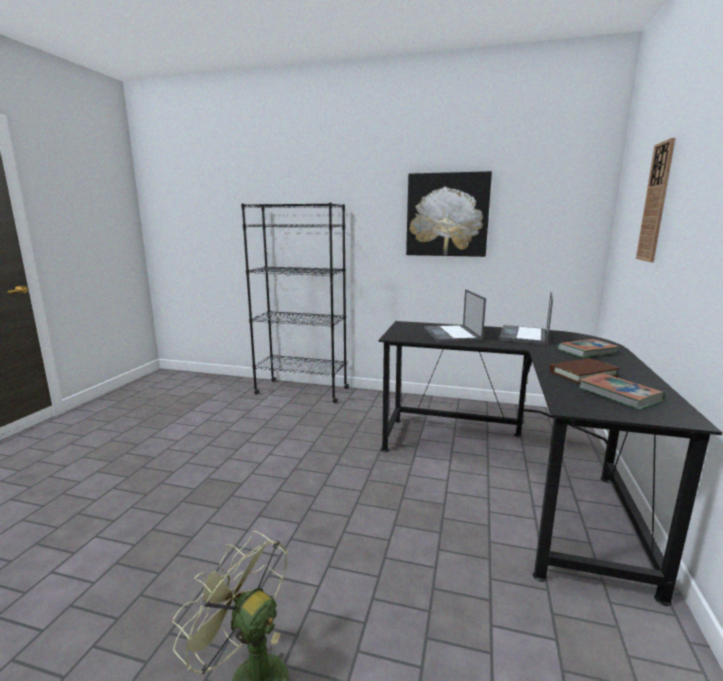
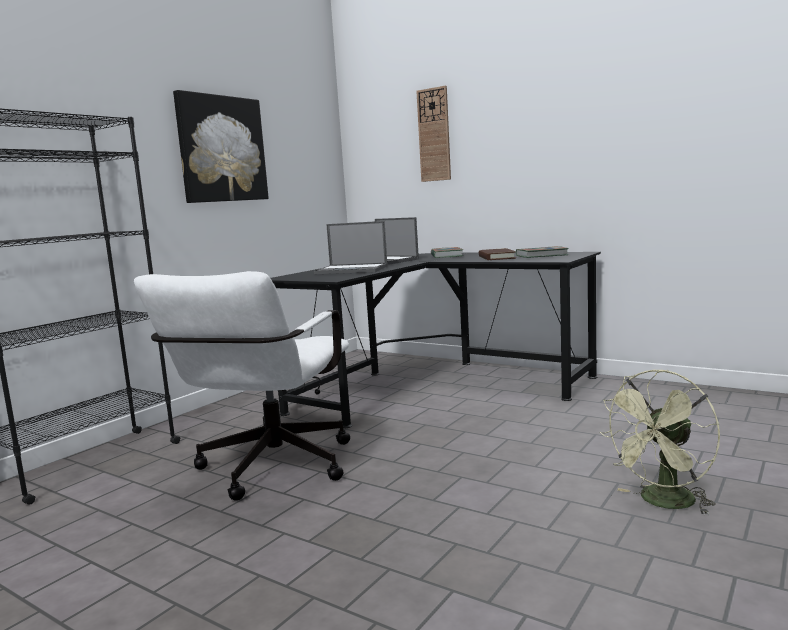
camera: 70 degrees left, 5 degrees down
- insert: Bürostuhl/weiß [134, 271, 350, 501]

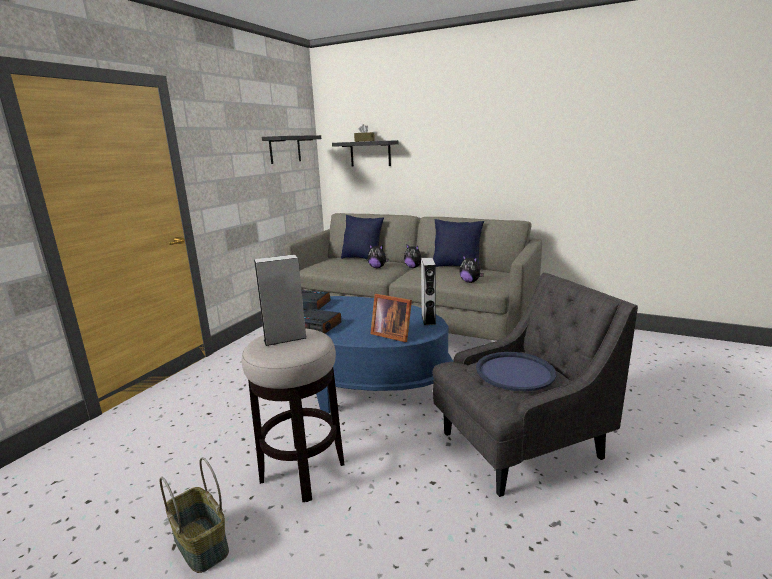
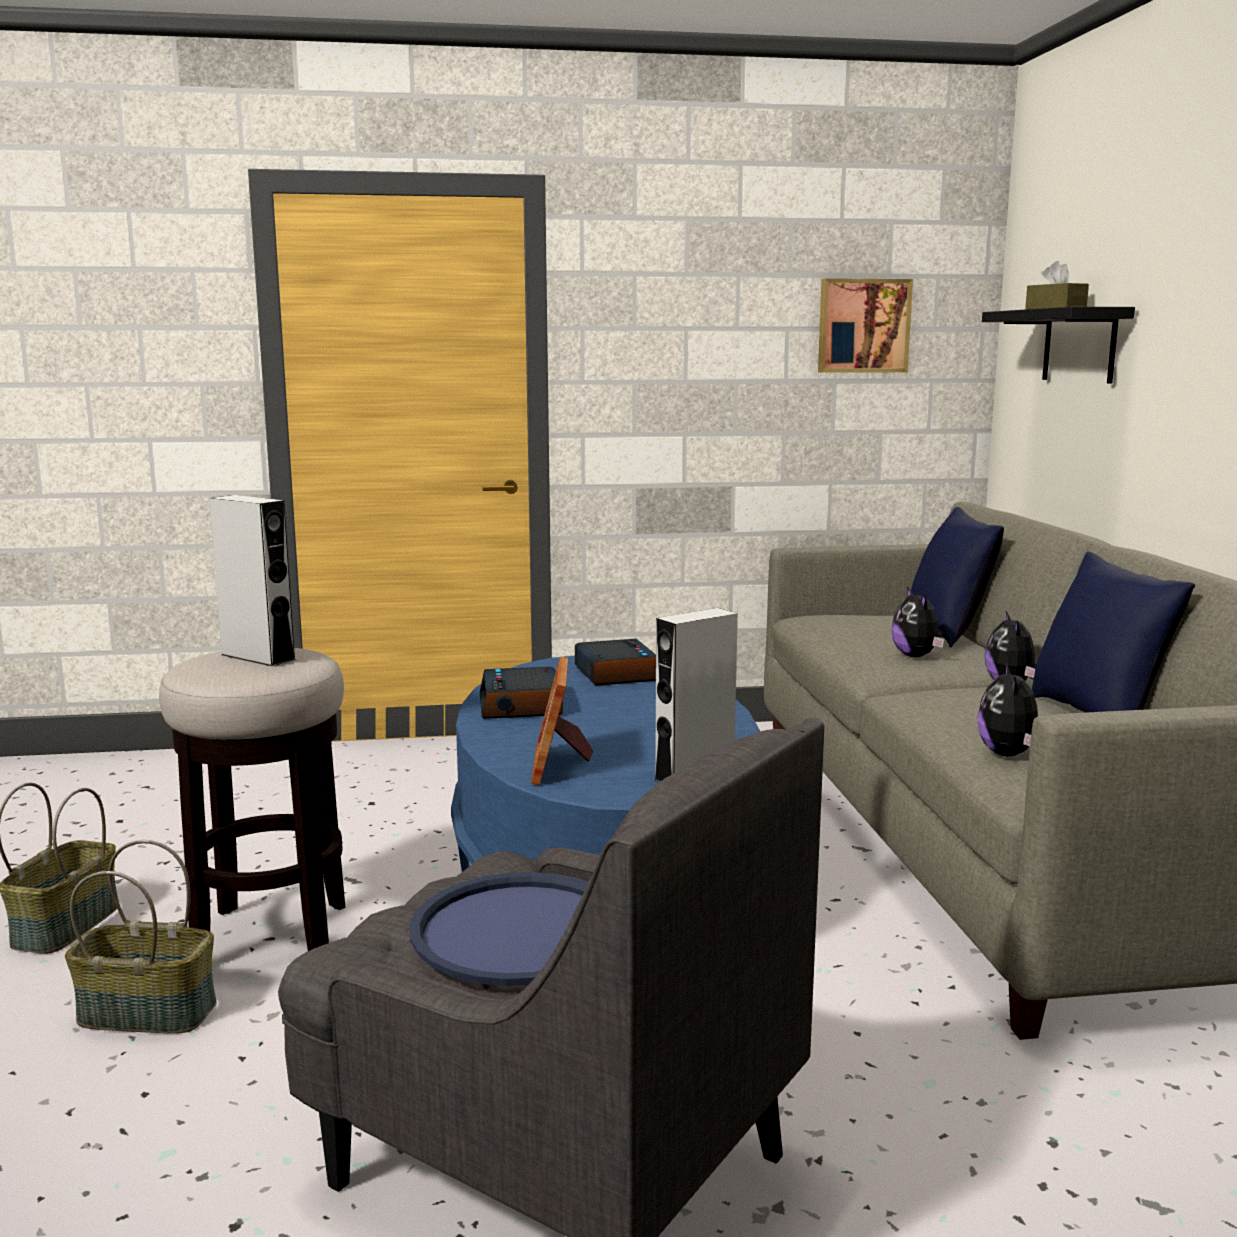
camera: 55 degrees right, 5 degrees down
- insert: Korb [65, 840, 217, 1033]
- replace: Wandregal/schwarz [262, 135, 321, 164] to Bild [818, 278, 913, 373]

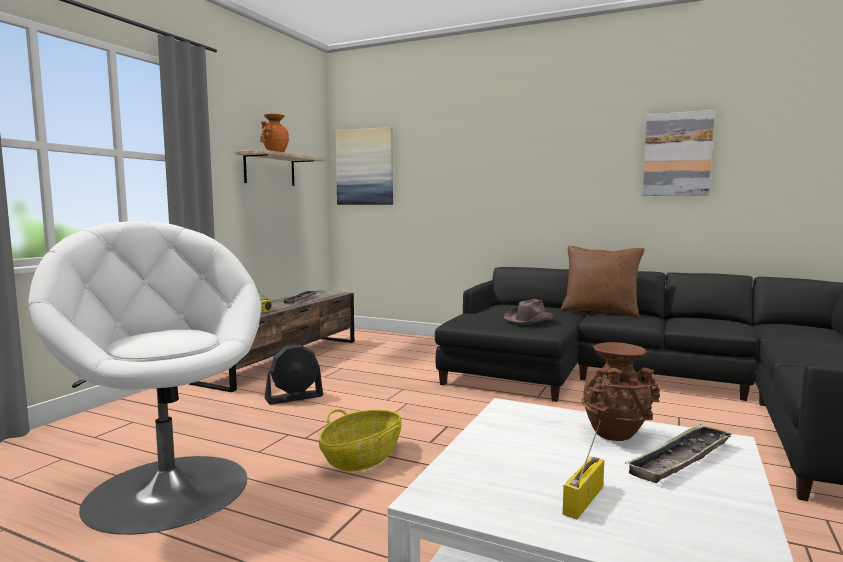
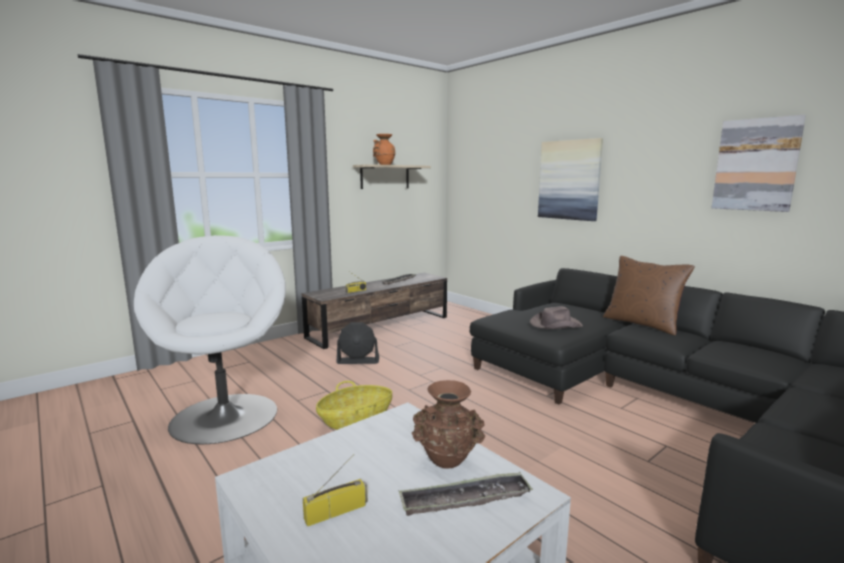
camera: 25 degrees right, 5 degrees up
- move: Bild [336, 127, 393, 205] to [538, 138, 603, 221]

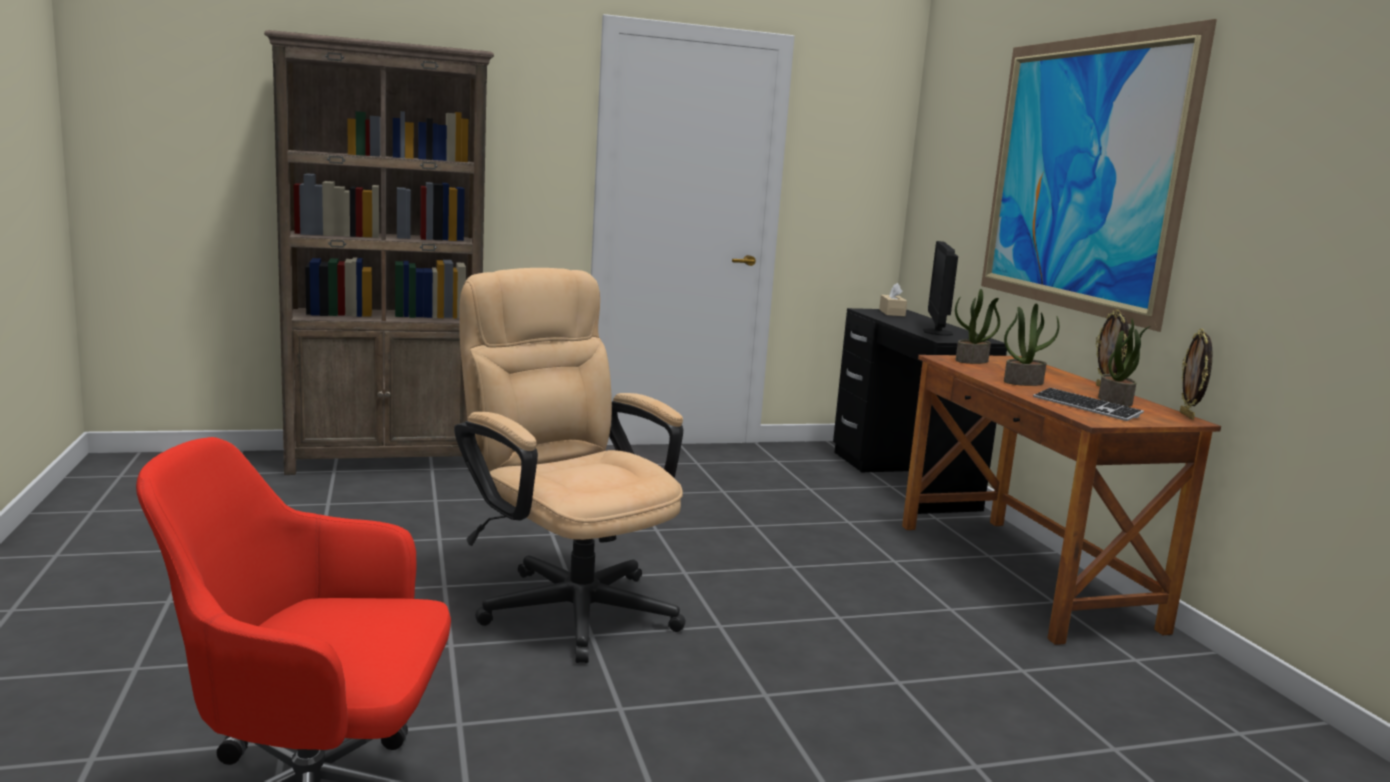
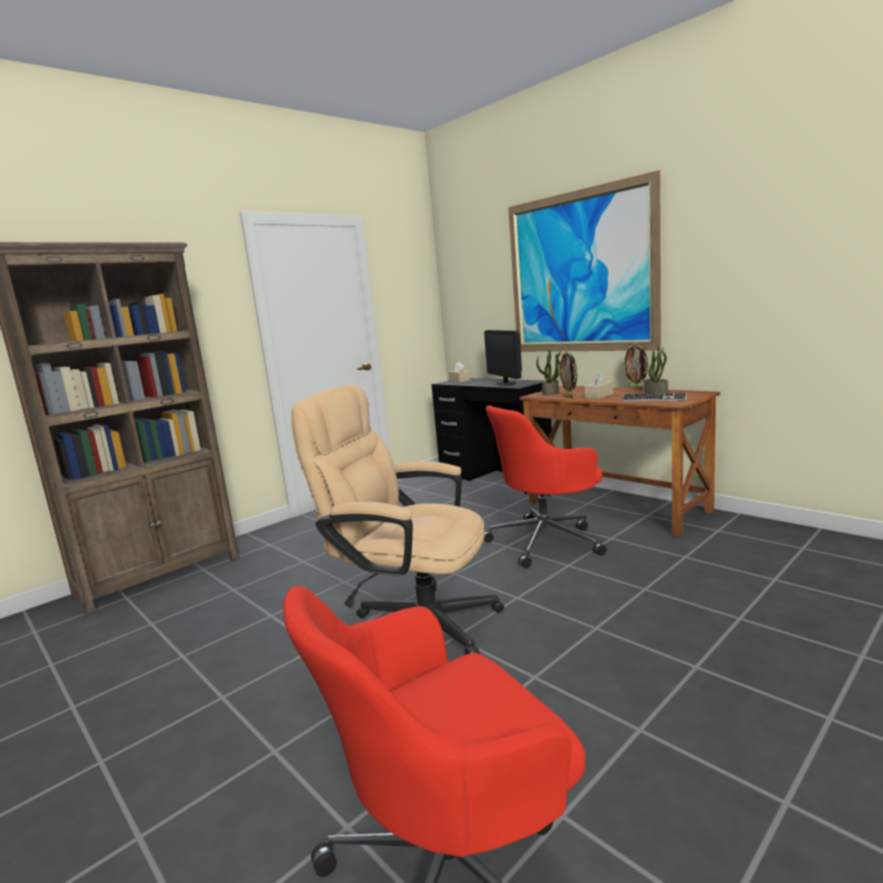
camera: 25 degrees left, 0 degrees up
- insert: Bürostuhl/rot [484, 405, 606, 568]
- move: Bilderrahmen [1180, 328, 1213, 420] to [558, 351, 577, 398]
- replace: Topfpflanze [1004, 303, 1059, 386] to Taschentuchbox/beige [585, 371, 613, 399]

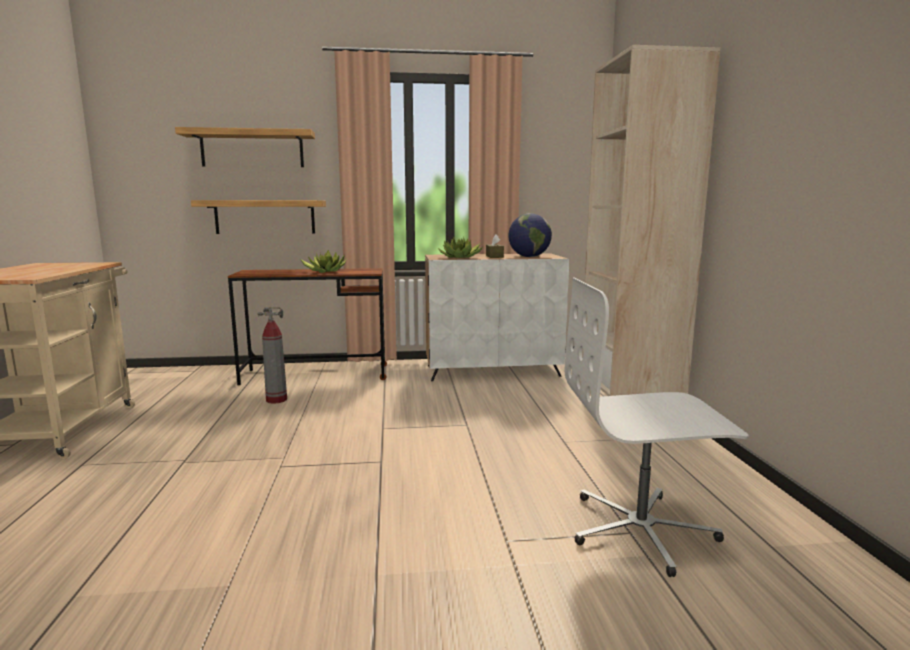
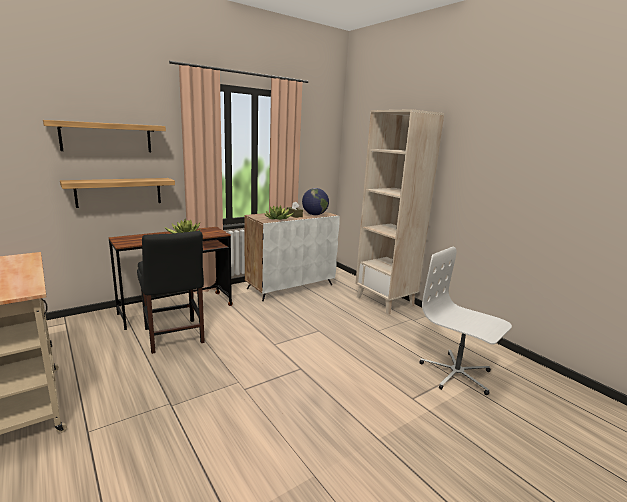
camera: 30 degrees left, 5 degrees up
- replace: Feuerlöscher [258, 307, 287, 404] to Stuhl/schwarz [137, 231, 205, 354]
- rotate: Bürostuhl/weiß [565, 278, 749, 577] = [419, 246, 512, 395] 75 degrees clockwise

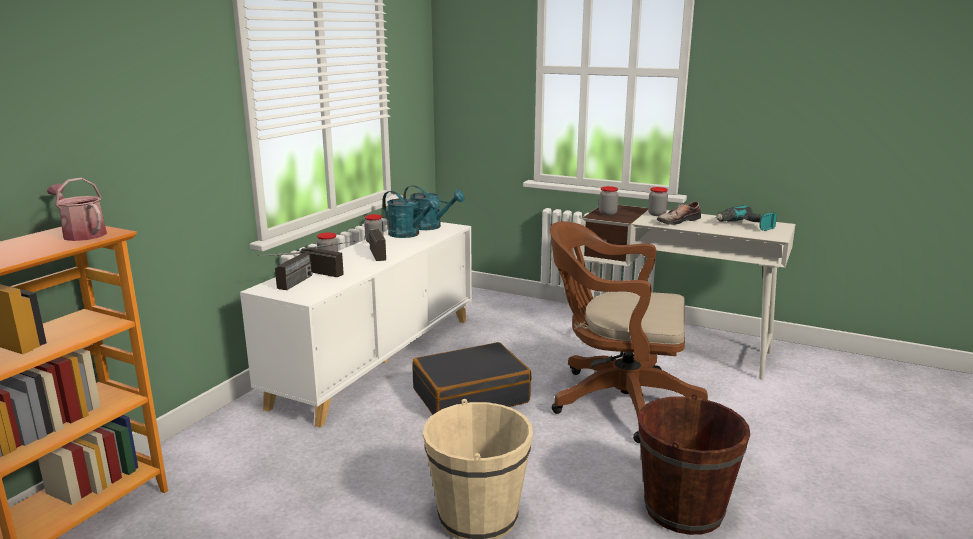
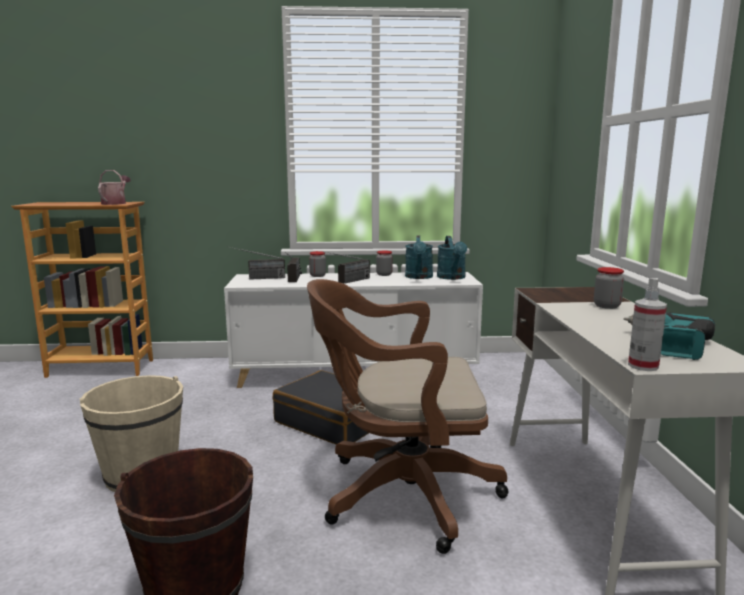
camera: 60 degrees right, 5 degrees down
- rotate: Bürostuhl/braun [550, 221, 708, 443] = [307, 279, 509, 554] 75 degrees counterclockwise
- insert: Sprühflasche [628, 278, 667, 371]
- delete: Vorratsglas [599, 186, 618, 215]
- delete: Schuh [657, 201, 701, 225]

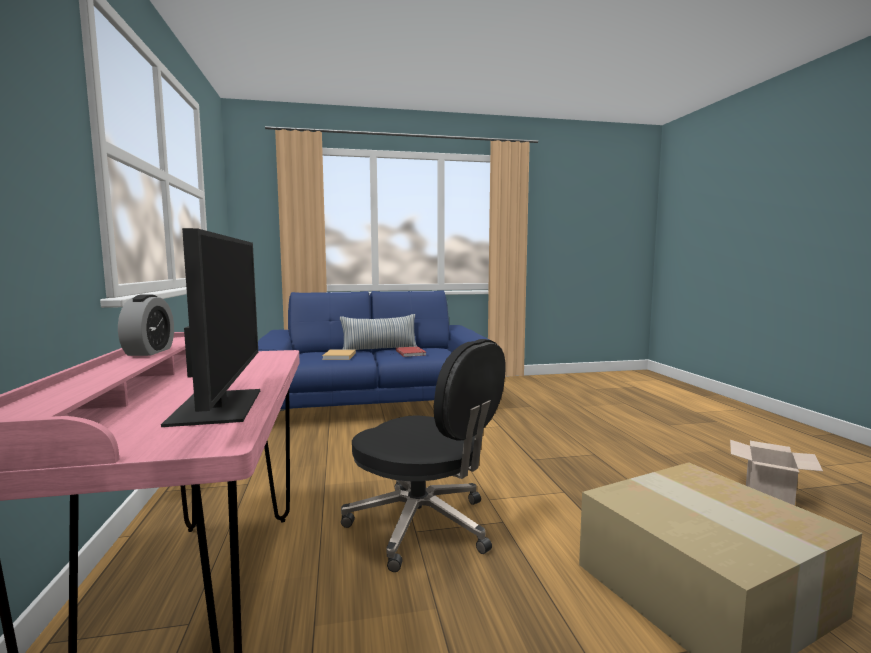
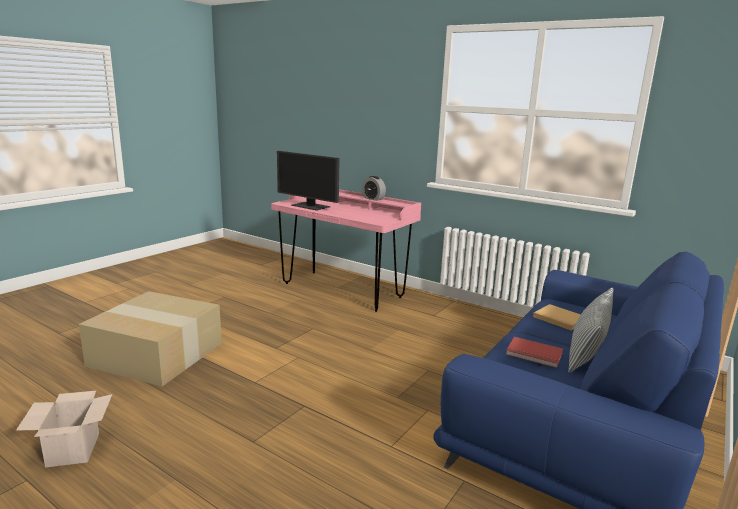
camera: 135 degrees right, 10 degrees up
- delete: Bürostuhl/schwarz [341, 339, 506, 572]

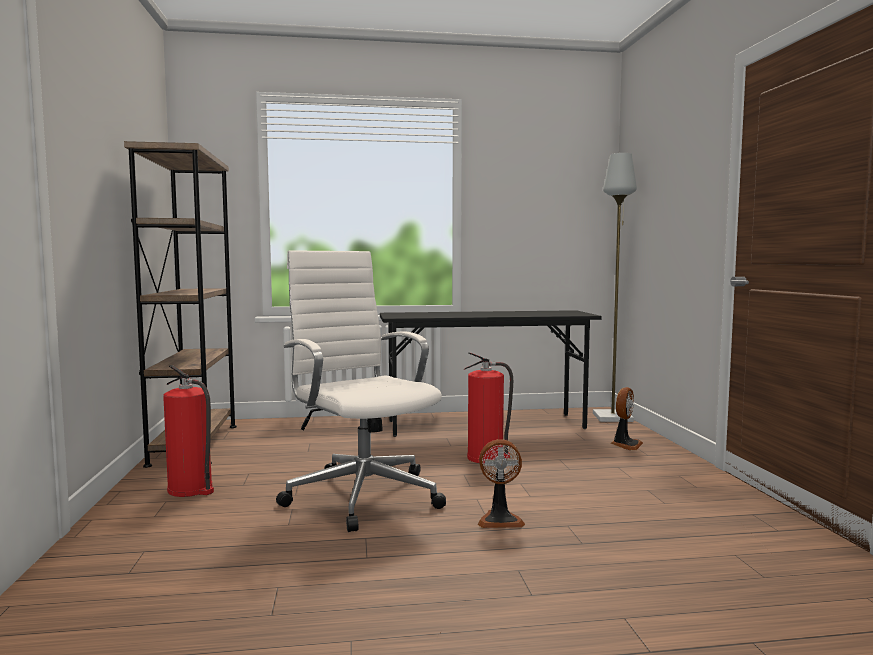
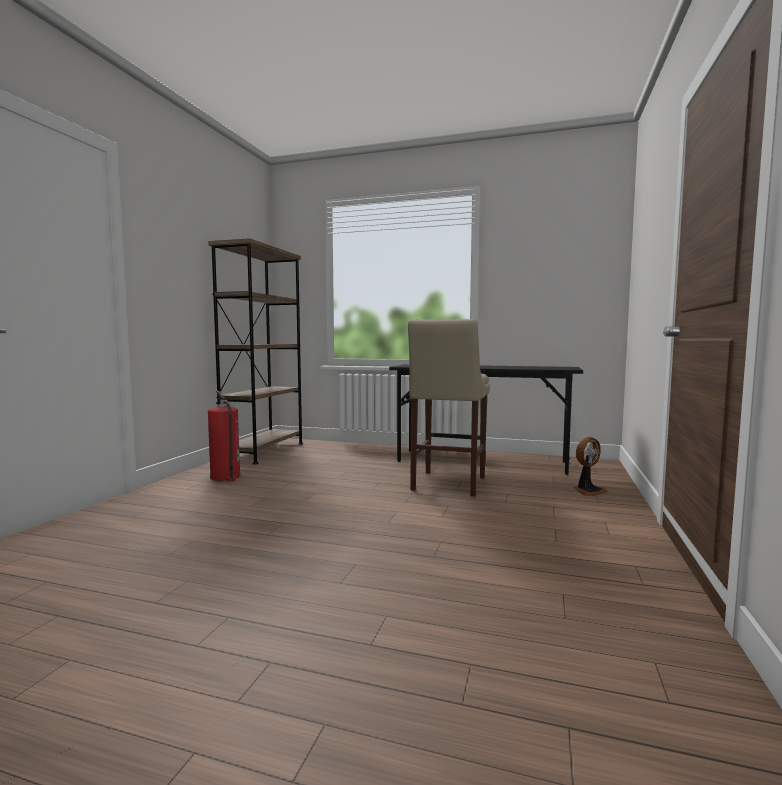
camera: 25 degrees right, 0 degrees up
- replace: Feuerlöscher [464, 352, 513, 464] to Hocker/beige [408, 319, 490, 496]
- delete: Bürostuhl/weiß [276, 250, 446, 532]
- delete: Ventilator [478, 439, 525, 528]
- delete: Stehlampe/grau [593, 153, 637, 422]

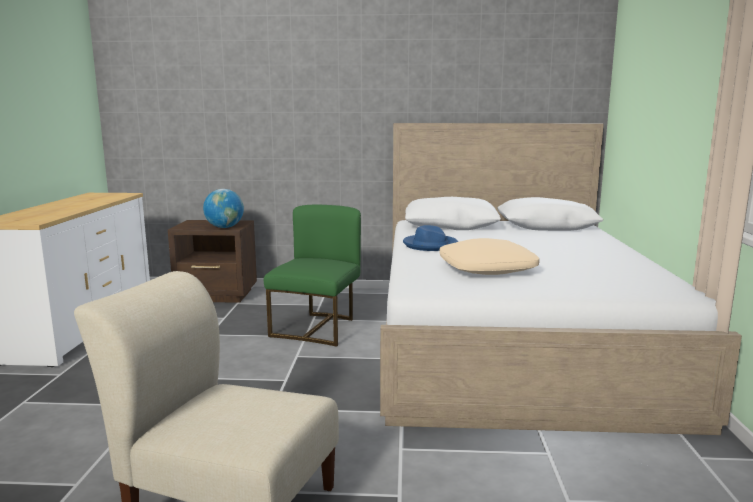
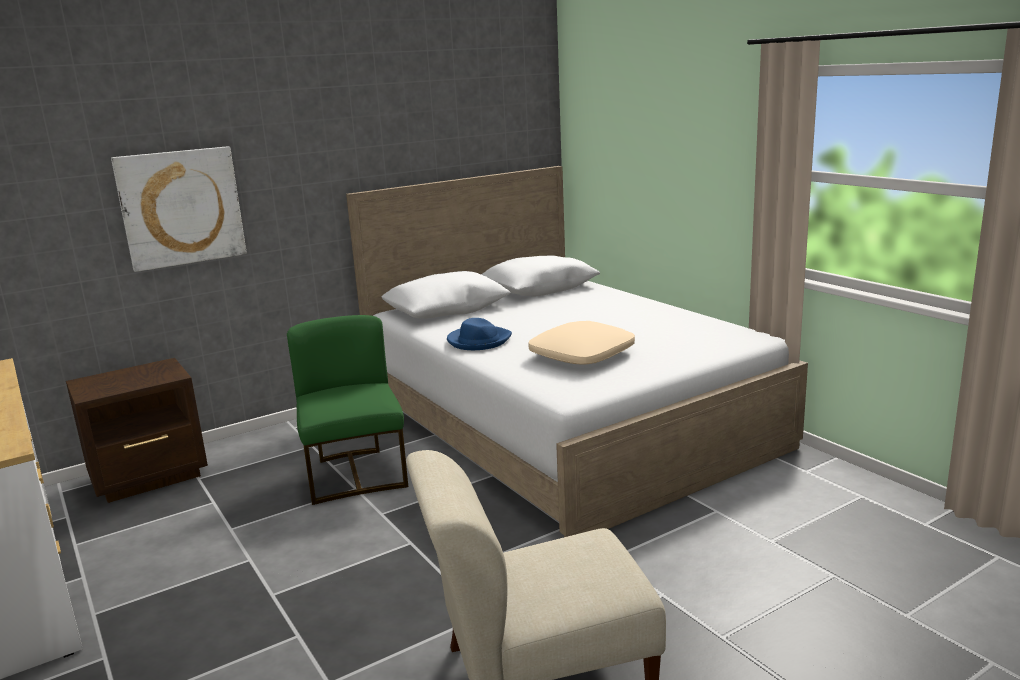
camera: 35 degrees left, 5 degrees up
- insert: Bild [111, 146, 247, 272]
- delete: Globus [203, 189, 244, 228]

